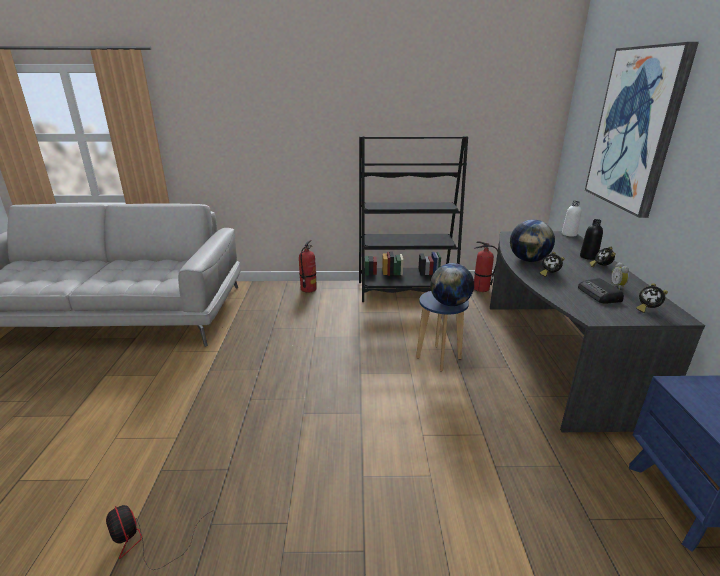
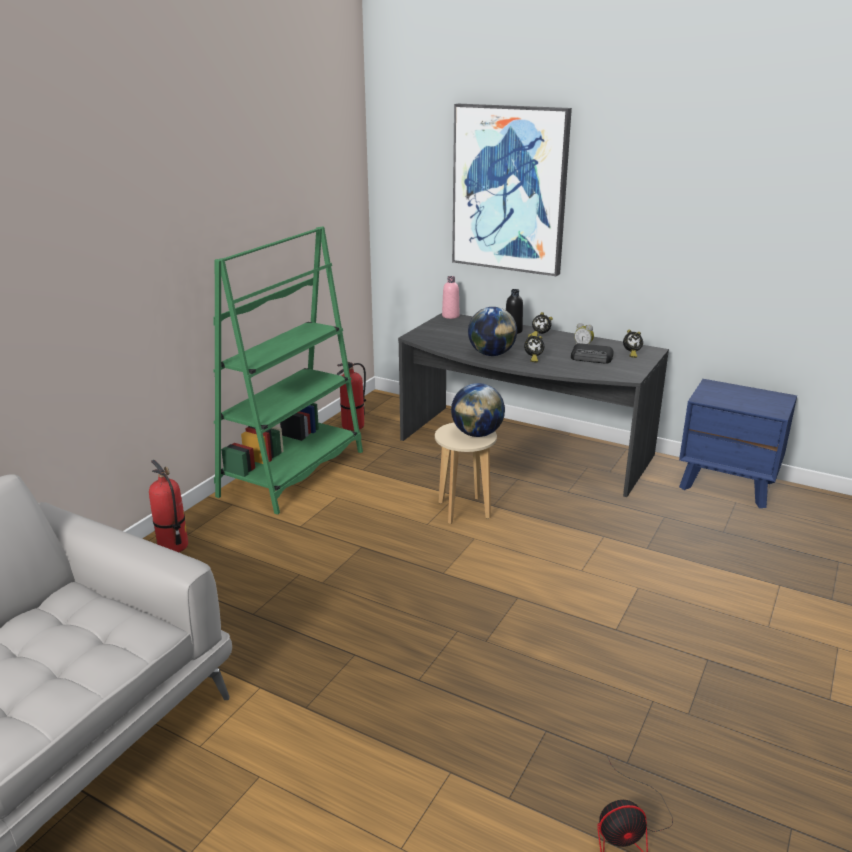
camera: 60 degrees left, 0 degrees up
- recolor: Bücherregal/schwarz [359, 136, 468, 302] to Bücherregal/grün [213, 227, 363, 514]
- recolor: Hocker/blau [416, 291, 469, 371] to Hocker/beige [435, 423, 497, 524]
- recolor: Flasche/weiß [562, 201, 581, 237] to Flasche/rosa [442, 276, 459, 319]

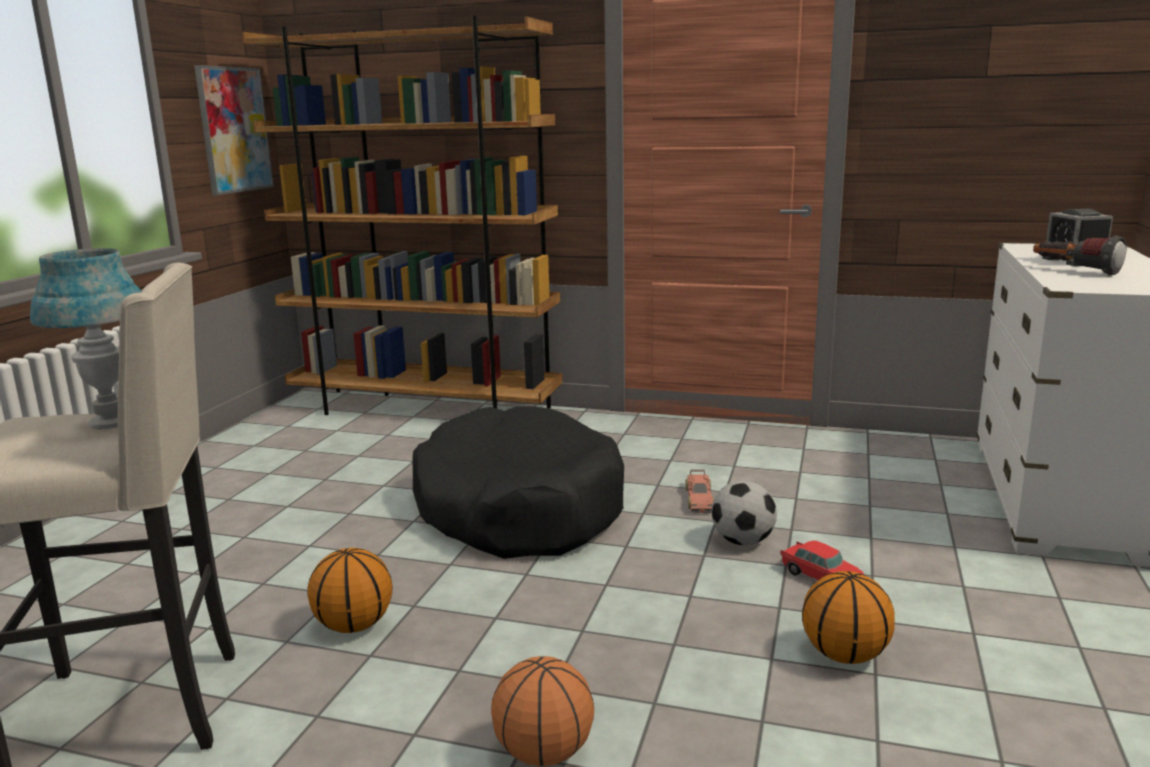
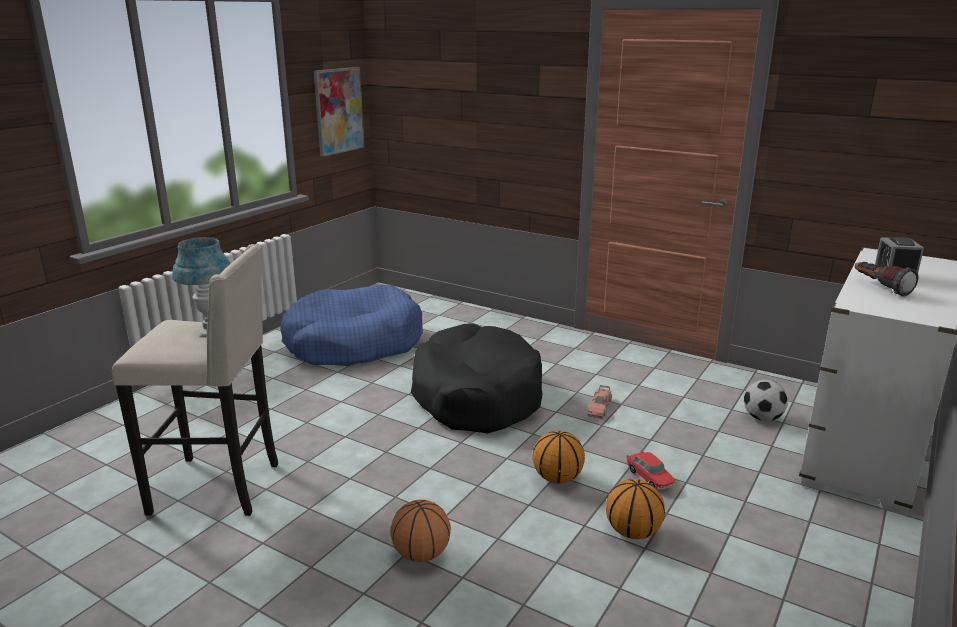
camera: 15 degrees right, 5 degrees up
- insert: Hundebett/blau [280, 284, 423, 366]
- move: Basketball [307, 548, 392, 633] to [533, 430, 585, 484]
- move: Fußball [711, 480, 777, 545] to [744, 380, 788, 421]
- delete: Bücherregal/braun [242, 16, 563, 415]

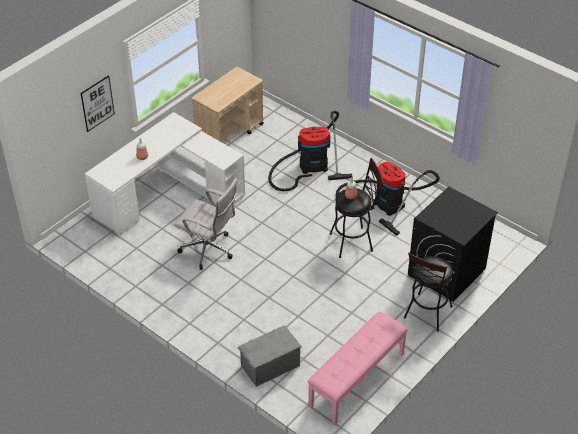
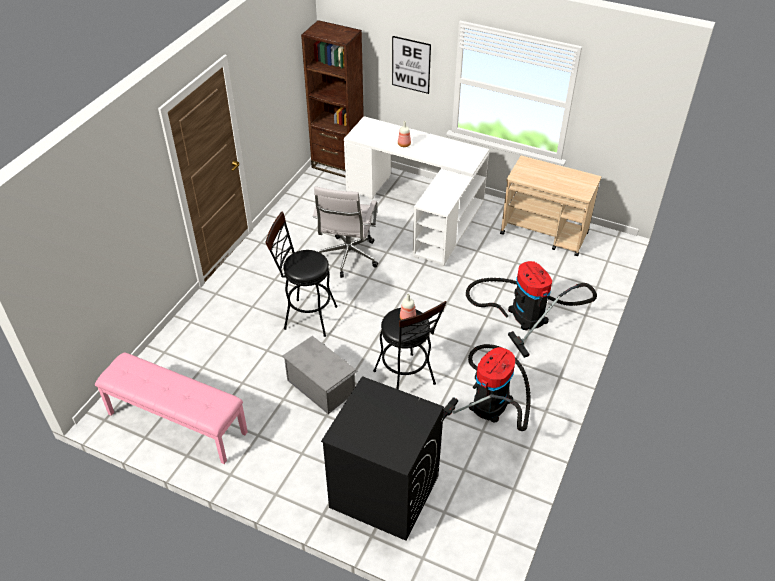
camera: 75 degrees right, 0 degrees up
- move: Hocker/schwarz [404, 253, 453, 331] to [265, 211, 337, 337]
- move: Aufbewahrungsbox/grau [237, 325, 302, 387] to [282, 336, 358, 414]
- insert: Bücherregal/braun [301, 20, 364, 178]

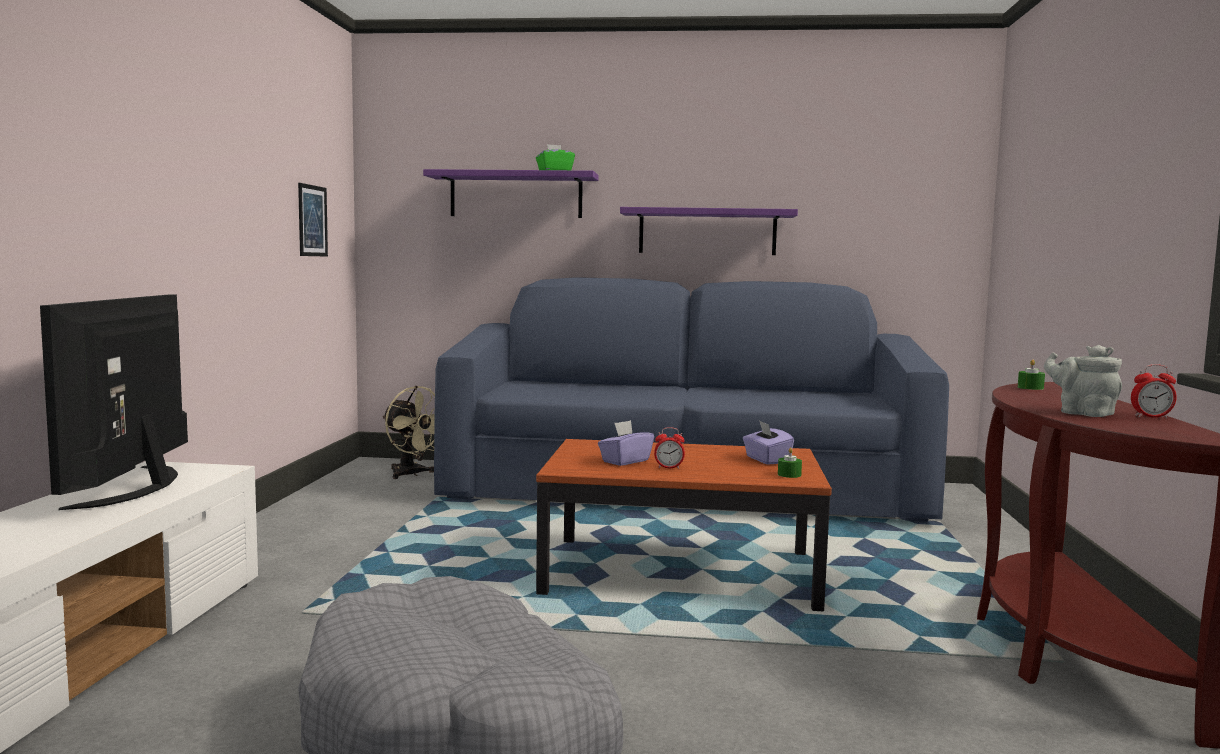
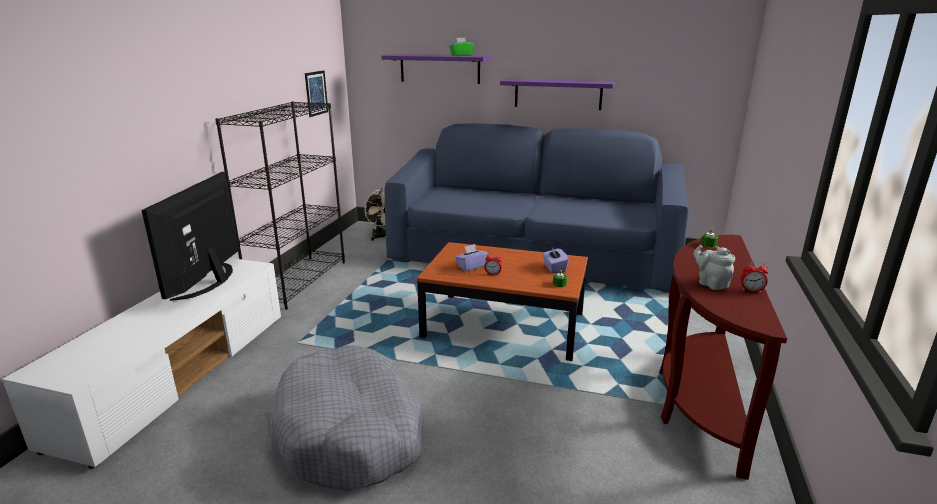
camera: 10 degrees right, 15 degrees up
- insert: Bücherregal/schwarz [215, 101, 345, 310]

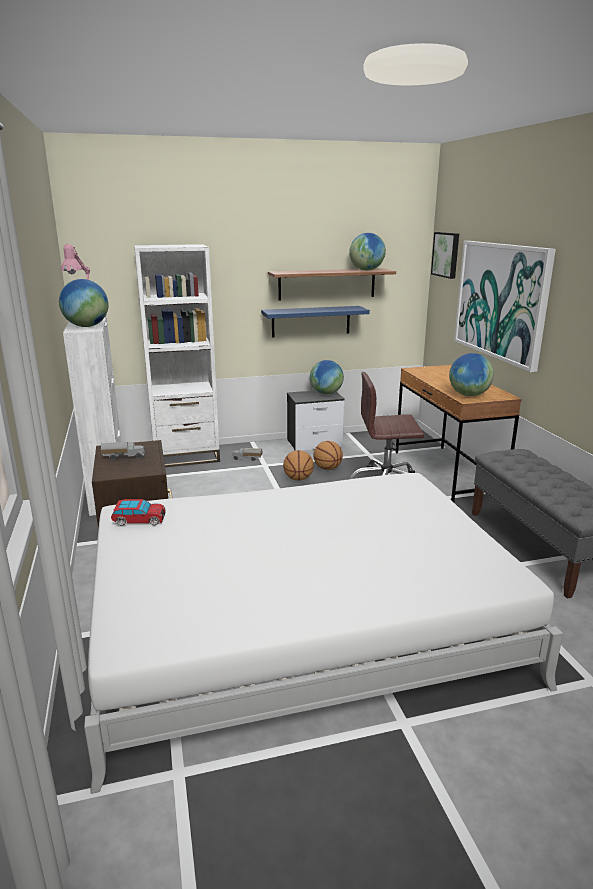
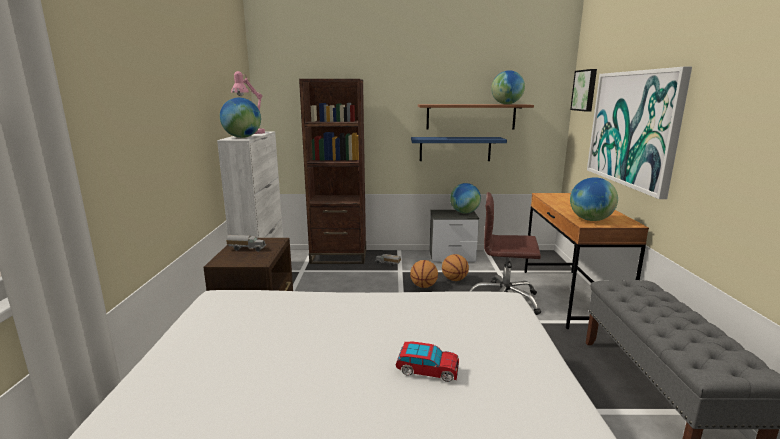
camera: 15 degrees right, 5 degrees down
- recolor: Bücherregal/weiß [134, 244, 220, 467] to Bücherregal/braun [299, 79, 366, 264]
- move: Spielzeugauto [111, 499, 166, 526] to [396, 342, 459, 382]

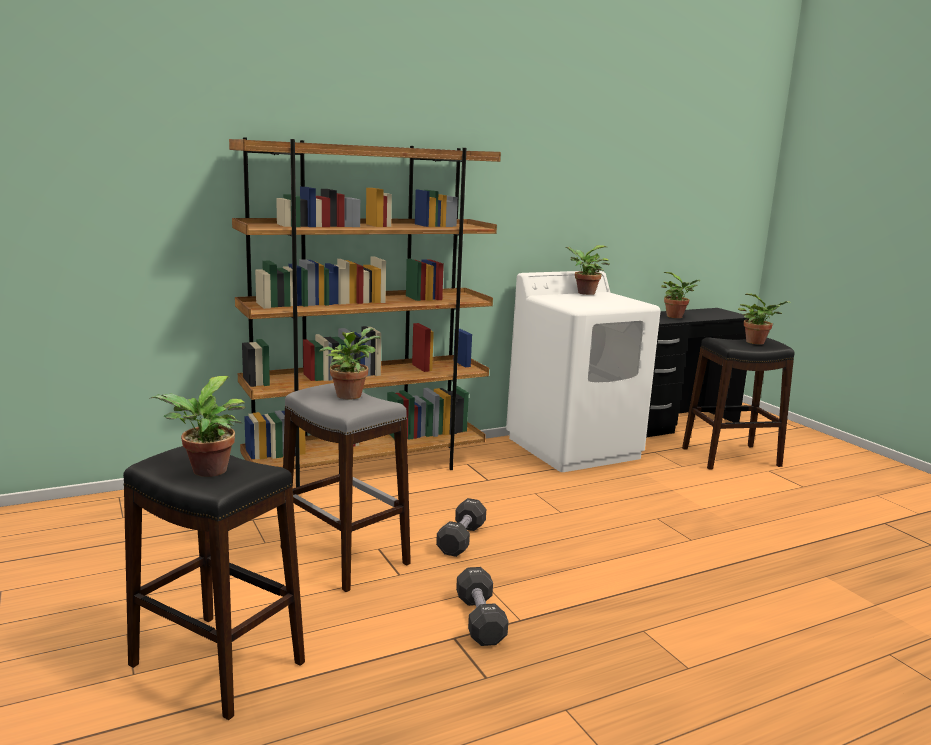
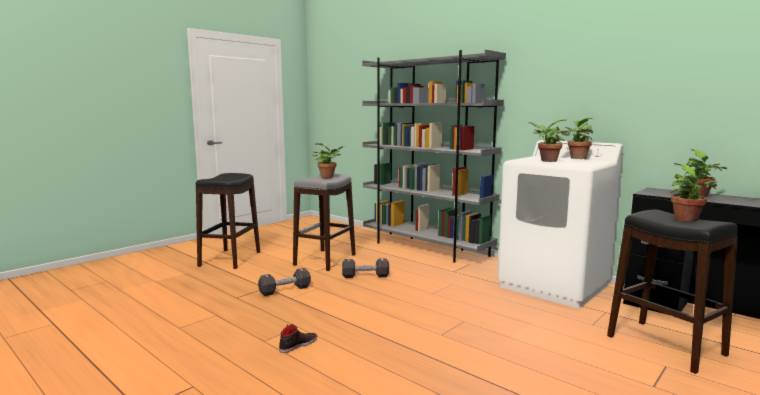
camera: 70 degrees right, 5 degrees down
- insert: Schuh/schwarz [279, 324, 317, 353]
- recolor: Bücherregal/braun [229, 137, 501, 495] to Bücherregal/grau [362, 50, 506, 263]
- move: Topfpflanze [149, 376, 245, 477] to [529, 119, 570, 162]

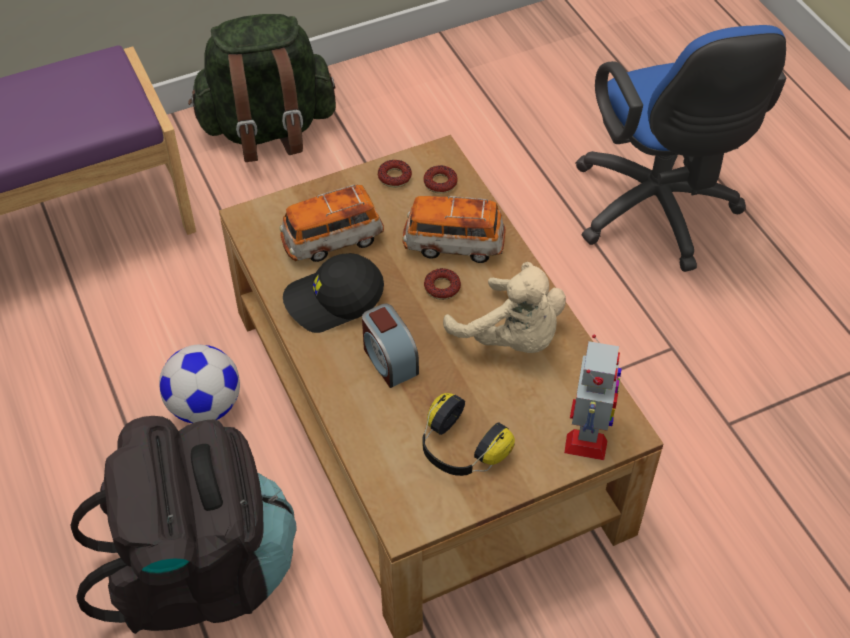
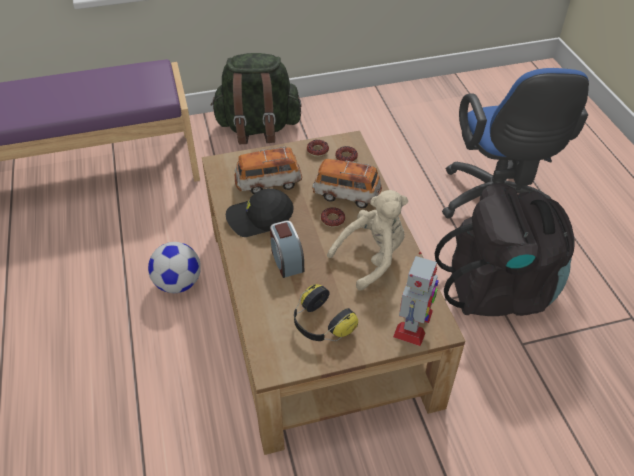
camera: 10 degrees right, 5 degrees down
- rotate: Plüschtier/beige [443, 262, 566, 353] = [327, 190, 408, 291] 90 degrees counterclockwise
- move: Rucksack/schwarz [70, 416, 297, 634] to [435, 183, 575, 316]

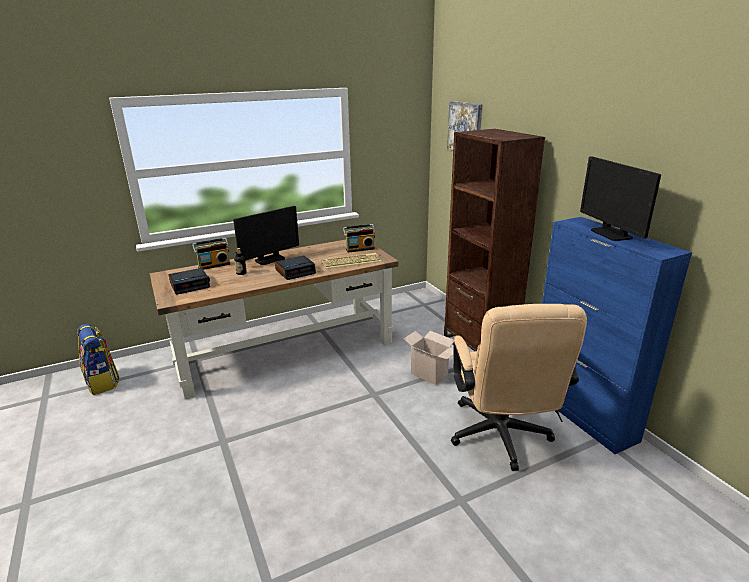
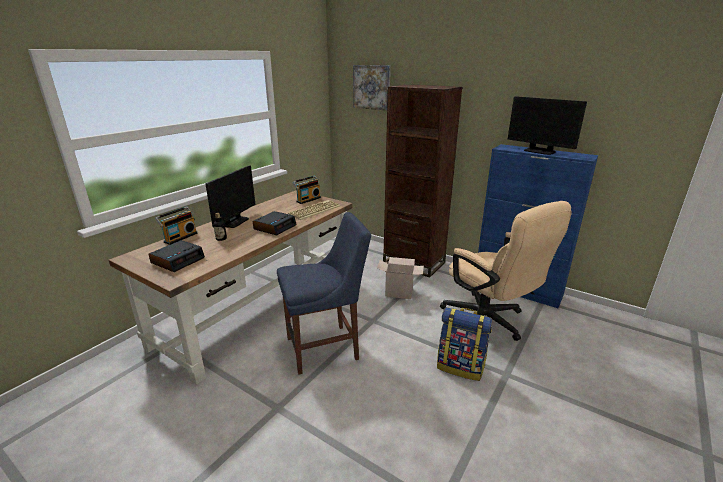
camera: 30 degrees left, 0 degrees up
- insert: Stuhl/blau [277, 212, 371, 375]
- move: Rucksack [77, 324, 120, 395] to [437, 307, 492, 381]

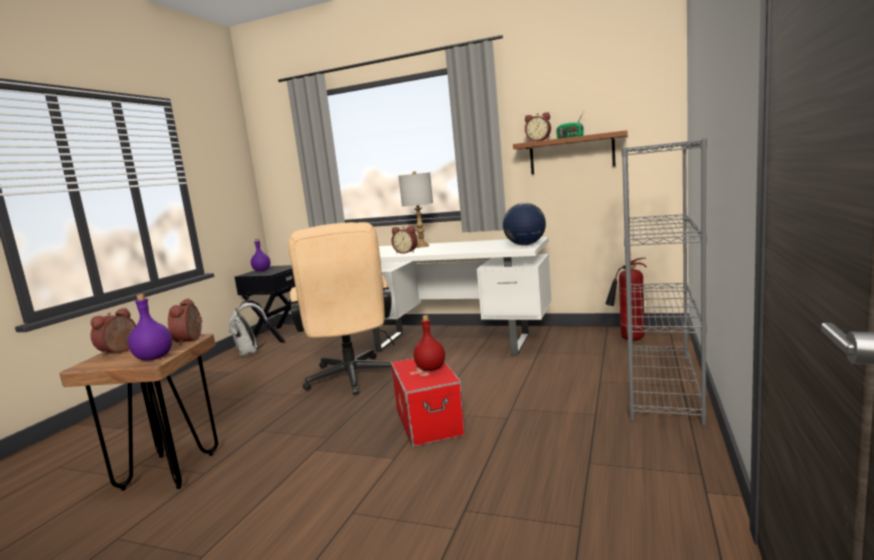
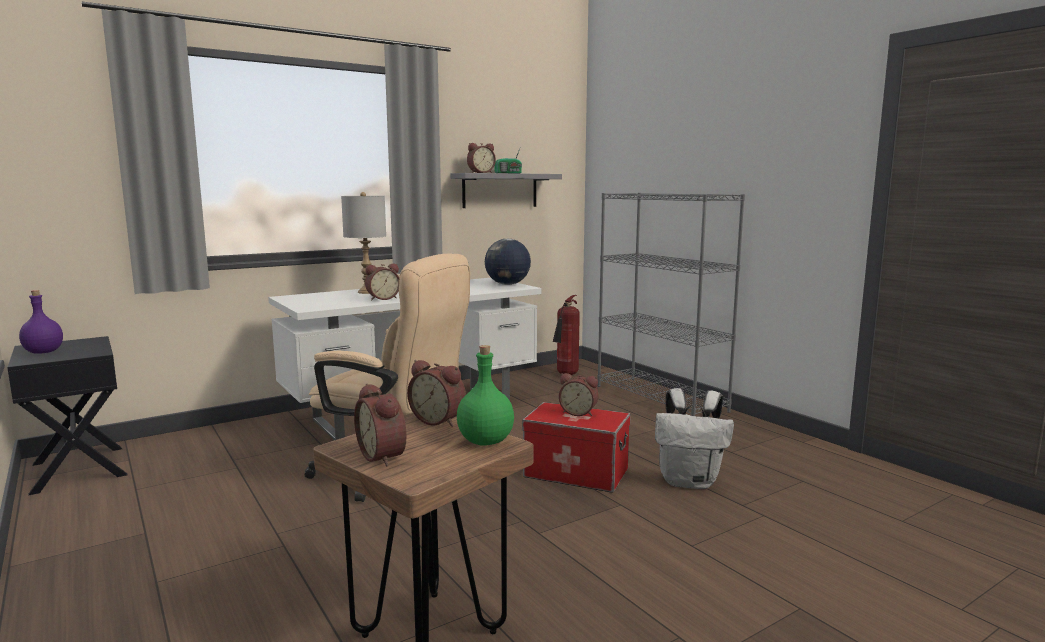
camera: 55 degrees left, 0 degrees up
- recolor: Wandregal/braun [513, 130, 628, 174] to Wandregal/grau [451, 173, 562, 208]
- recolor: Flasche/lila [128, 294, 172, 361] to Flasche/grün [457, 345, 514, 446]
- replace: Flasche/rot [414, 315, 445, 371] to Wecker [559, 373, 599, 416]
- move: Rucksack/weiß [229, 300, 270, 357] to [655, 388, 734, 489]

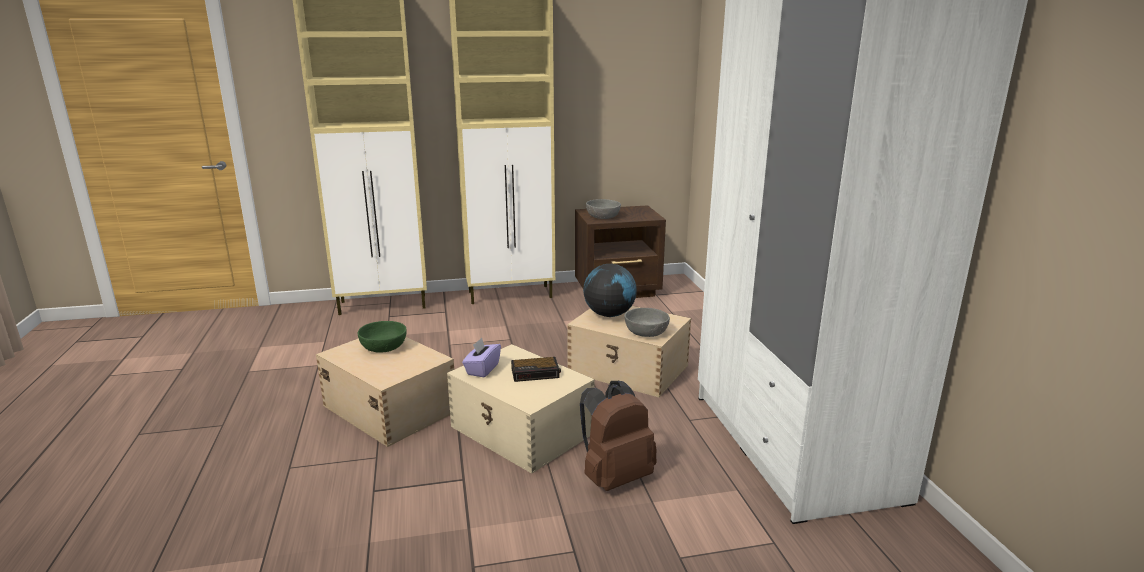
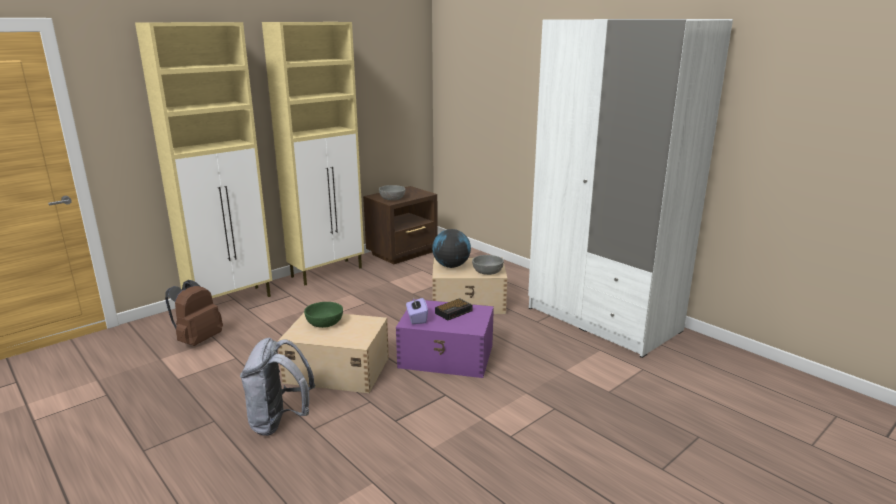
camera: 30 degrees left, 0 degrees up
- move: Rucksack/braun [580, 381, 657, 491] to [165, 280, 223, 346]
- insert: Rucksack/grau [240, 338, 315, 436]
- recolor: Aufbewahrungsbox/beige [447, 344, 595, 474] to Aufbewahrungsbox/lila [396, 299, 494, 378]

